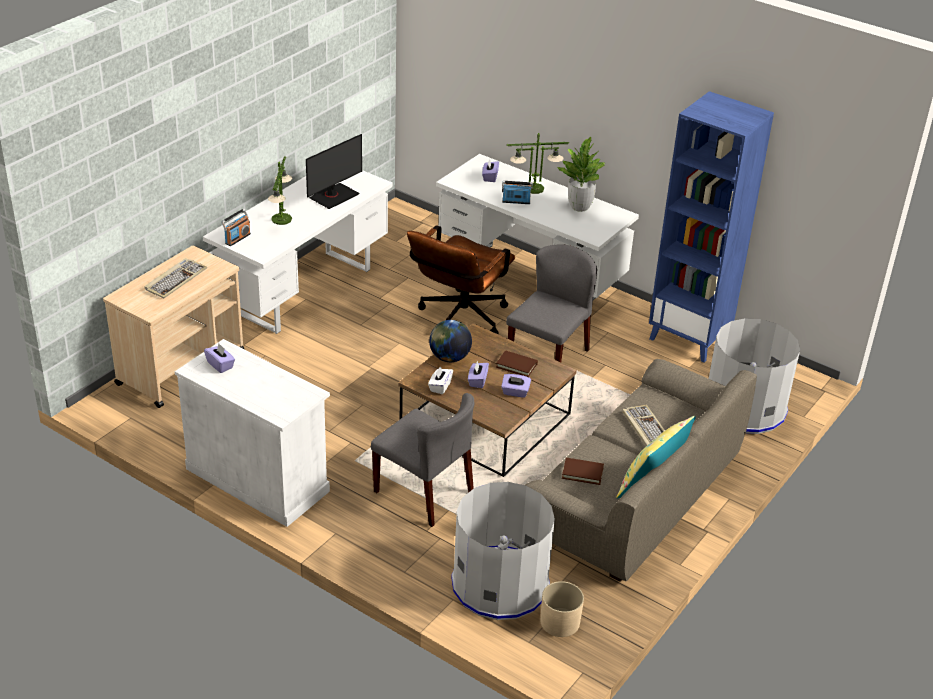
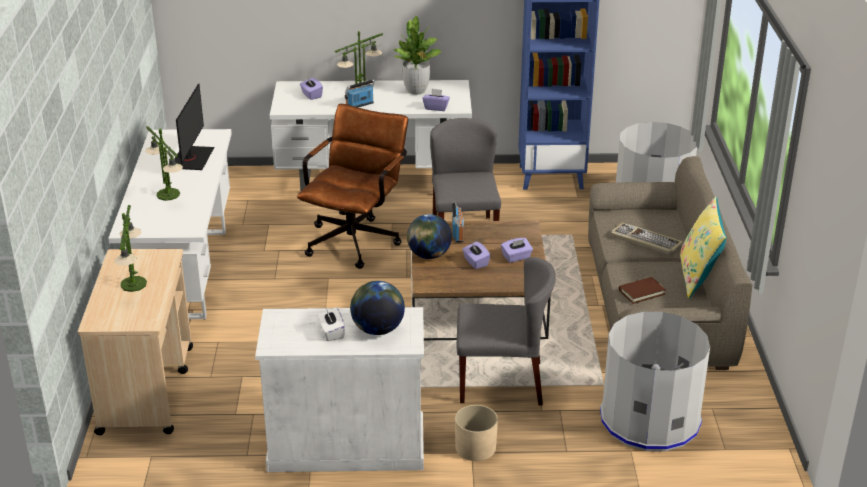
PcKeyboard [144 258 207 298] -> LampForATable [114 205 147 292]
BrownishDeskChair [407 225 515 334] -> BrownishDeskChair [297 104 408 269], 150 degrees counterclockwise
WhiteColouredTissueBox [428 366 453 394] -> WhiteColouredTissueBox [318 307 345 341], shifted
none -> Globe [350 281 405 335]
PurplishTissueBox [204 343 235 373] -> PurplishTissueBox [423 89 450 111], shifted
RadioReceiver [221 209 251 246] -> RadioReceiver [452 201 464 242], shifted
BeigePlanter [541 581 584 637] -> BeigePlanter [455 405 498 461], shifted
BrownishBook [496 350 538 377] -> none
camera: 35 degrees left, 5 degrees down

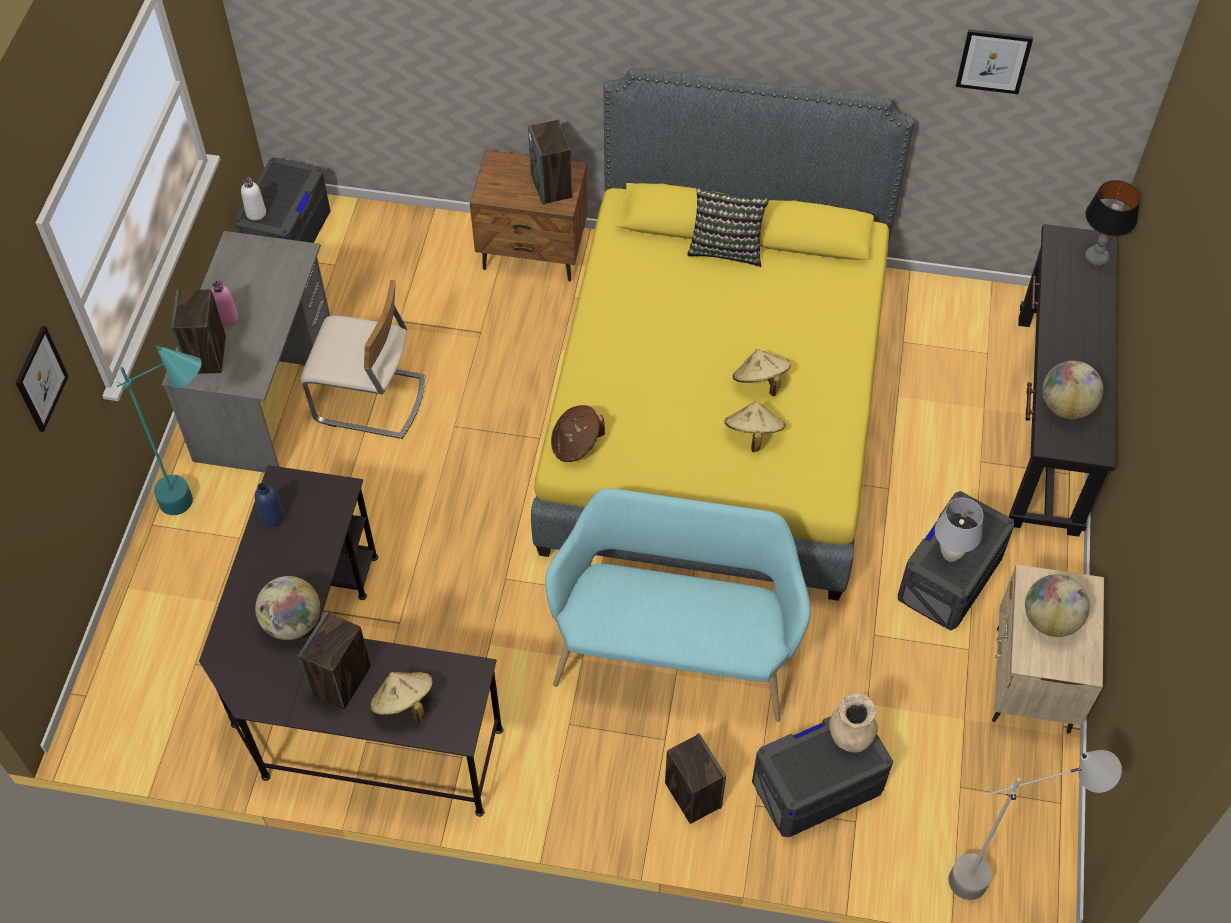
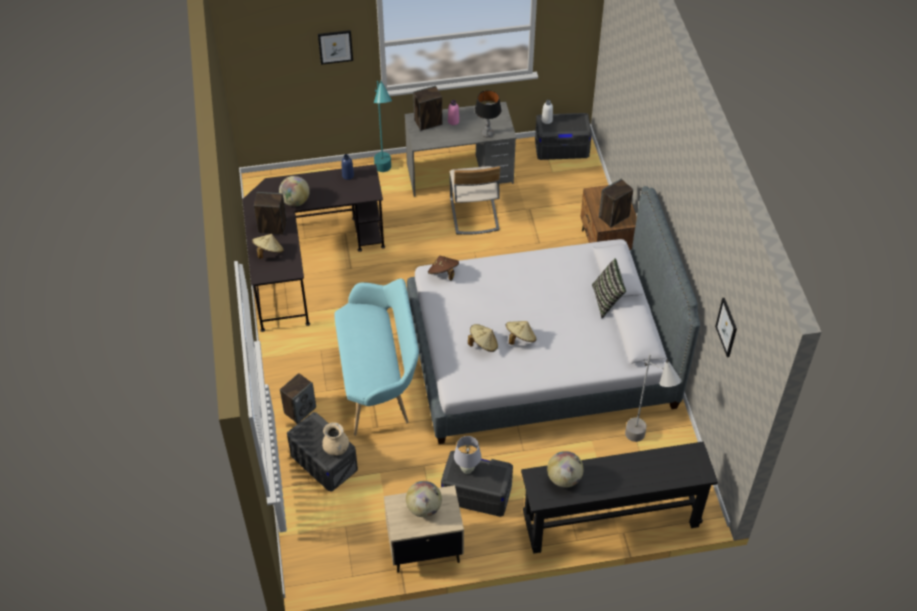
YellowColouredSleepingBed [531 67 914 601] -> GraySleepingBed [407 186 700 444]
LampForATable [1085 180 1140 266] -> LampForATable [475 90 501 137], shifted
GrayStandardLamp [948 750 1122 900] -> GrayStandardLamp [625 354 682 442], shifted
camera: 70 degrees right, 5 degrees down

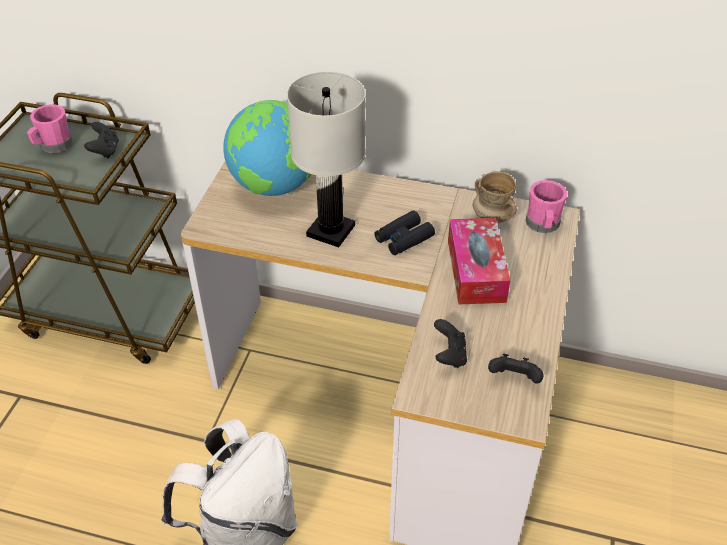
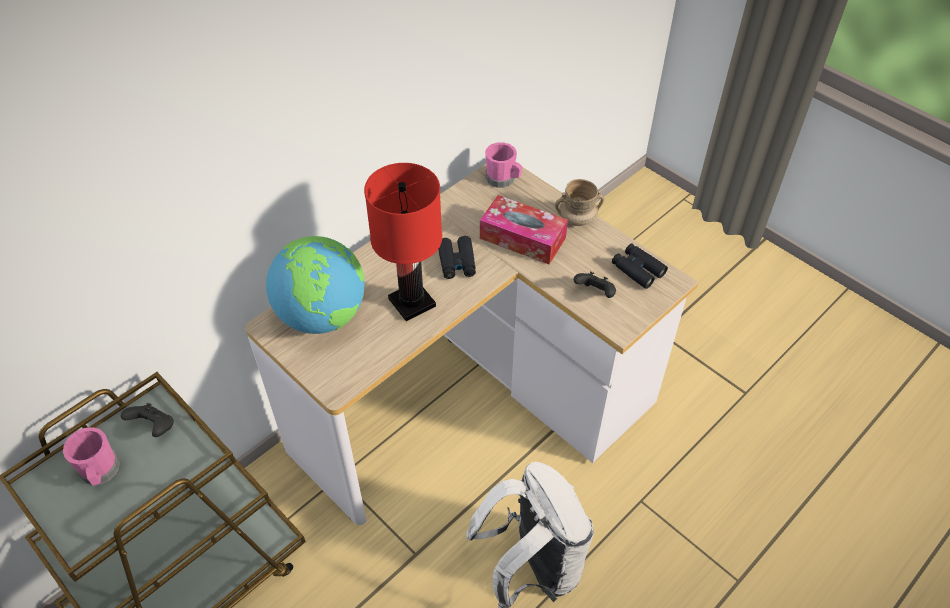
WhiteColouredLampForATable [287 72 366 247] -> RedLampForATable [364 163 442 321]
BeigeTeaMug [473 171 517 223] -> BeigeTeaMug [555 179 605 226], shifted
BlackColouredGameController [488 354 544 383] -> BlackColouredPairOfBinoculars [612 243 668 289]
camera: 60 degrees left, 5 degrees up

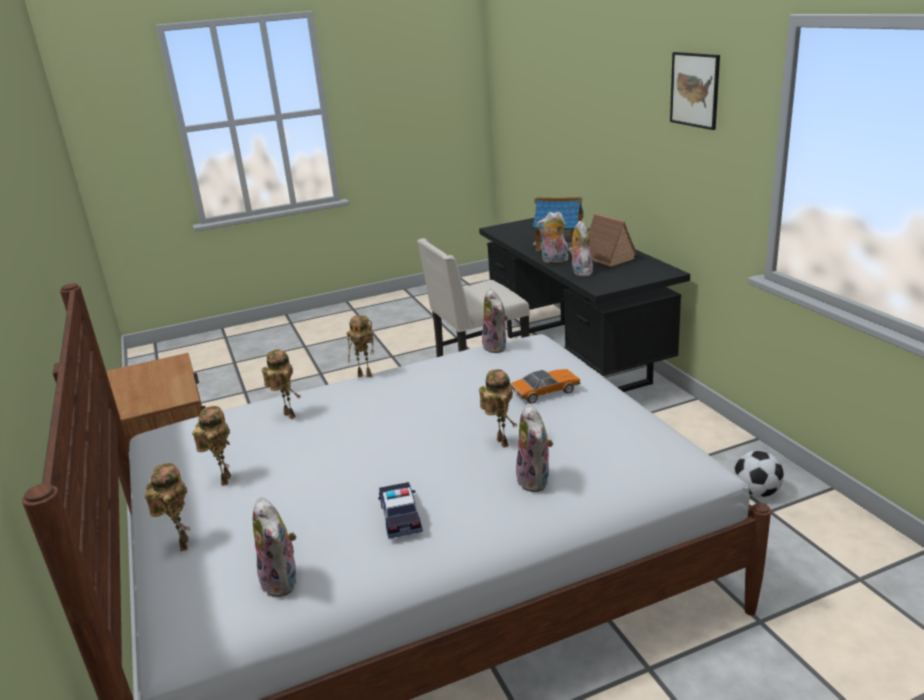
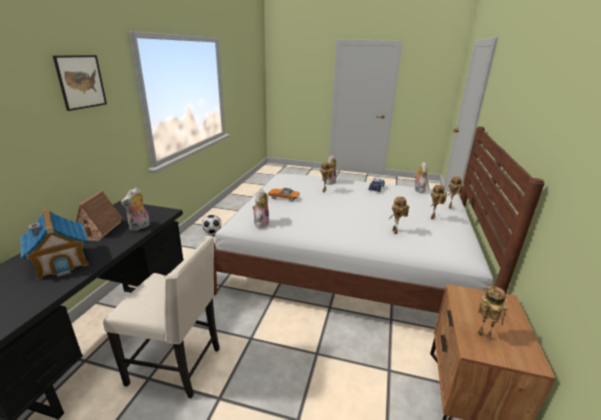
RobotFigure [347 315 374 377] -> RobotFigure [477 286 507 341], shifted
PlushToy [537 211 568 263] -> none
camera: 145 degrees left, 0 degrees up

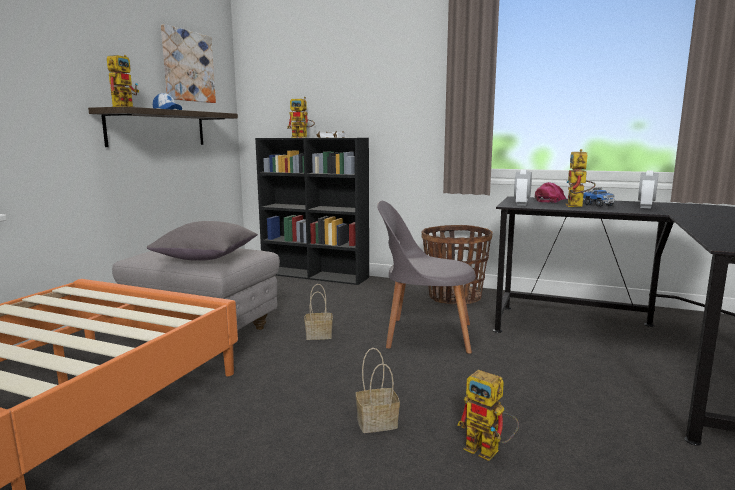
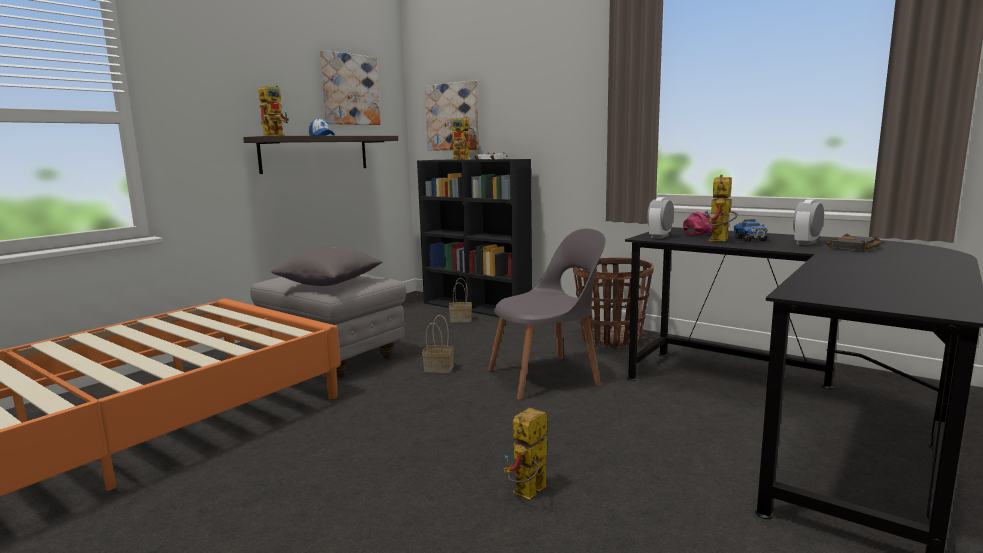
none -> WallArt [425 80 479 151]
Basket [356 348 400 433] -> Basket [449 278 472 322], shifted
GrayChair [377 201 476 354] -> GrayChair [488 228 606 400], 135 degrees clockwise
RobotFigure [458 370 519 461] -> RobotFigure [504 408 547 499], 75 degrees clockwise
none -> BlackColouredBook [826 234 883 252]
camera: 15 degrees right, 0 degrees up

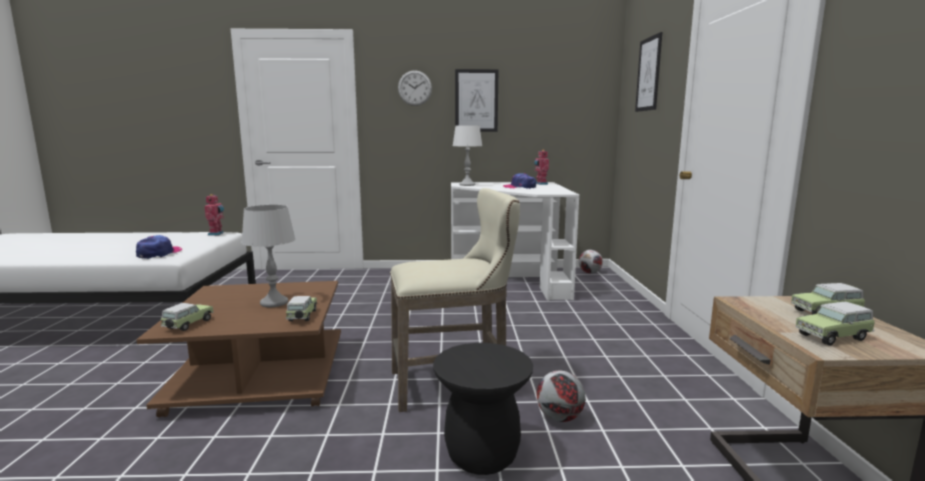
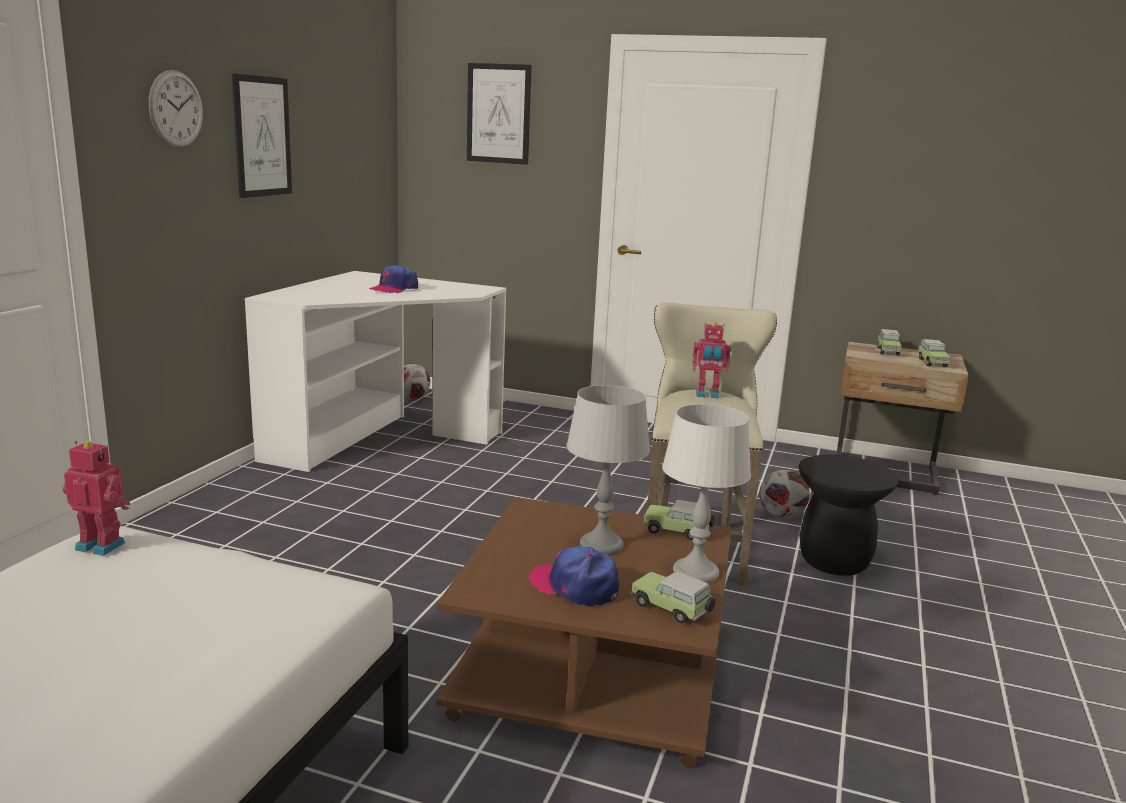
PeakedCap [136 235 182 259] -> PeakedCap [529 546 619 607], shifted
WhiteColouredLampForATable [453 125 482 186] -> WhiteColouredLampForATable [662 404 751 583], shifted
RobotFigure [534 150 549 185] -> RobotFigure [692 322 731 399], shifted
camera: 70 degrees left, 5 degrees up

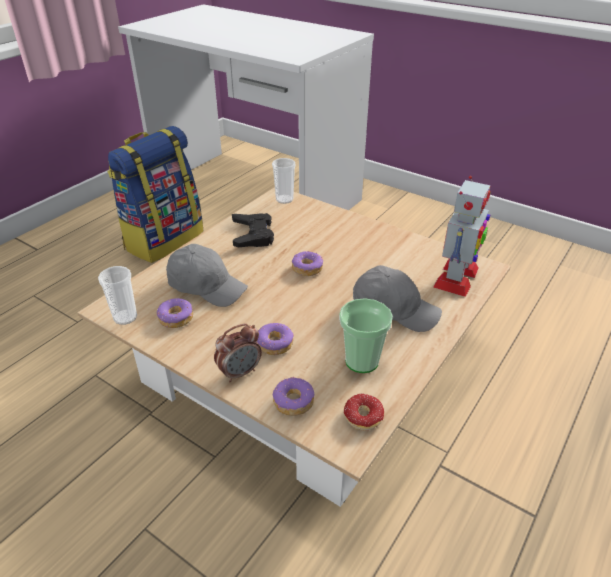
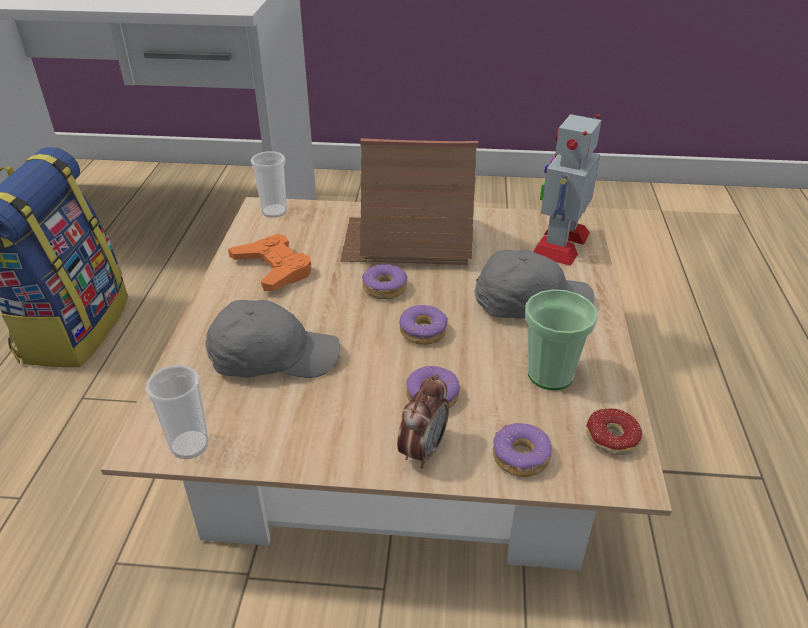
BlackColouredGameController [232 213 274 247] -> OrangeyGameController [228 234 311 291]
none -> ToyHouse [341 138 478 266]
Doughnut [157 298 193 328] -> Doughnut [399 305 448 345], shifted
RobotFigure [433 176 491 297] -> RobotFigure [533 114 602 266], 150 degrees counterclockwise
camera: 30 degrees left, 0 degrees up

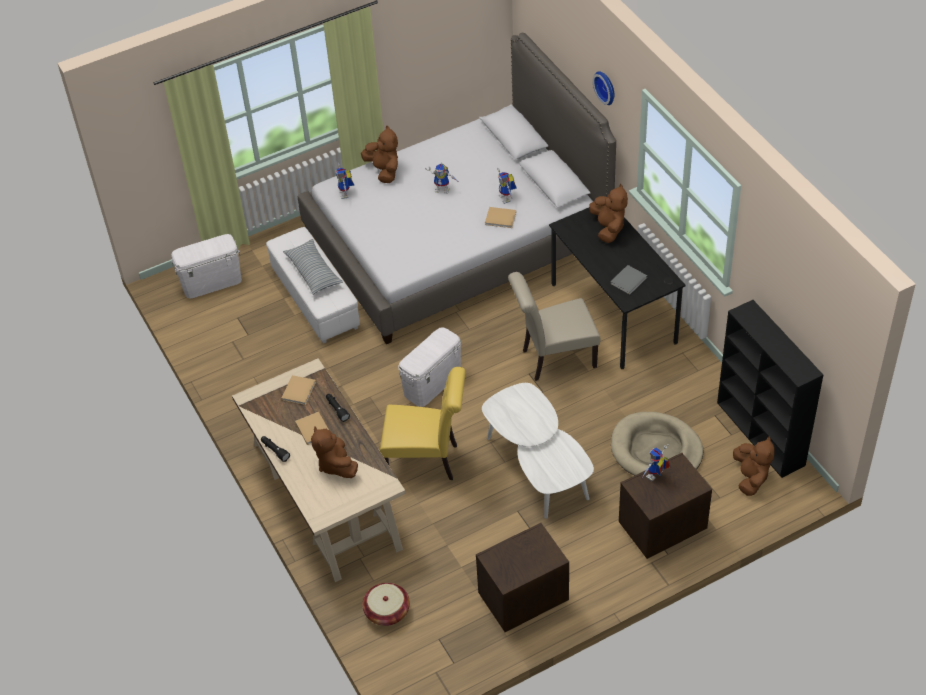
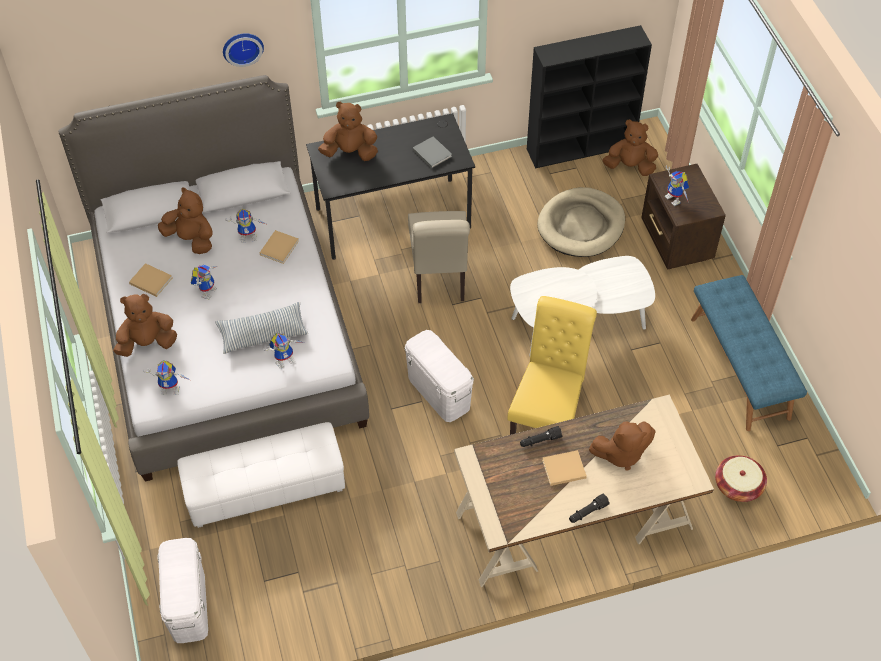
BeigeBook [282 375 316 405] -> BeigeBook [129 263 172 297], shifted
none -> BrownishPlushToy [158 187 213 254]
ThrowPillow [283 239 343 295] -> ThrowPillow [216 302 308 354], shifted
none -> RobotFigure [263 333 304 369]
BrownishBedsideTable [476 523 569 632] -> BlueColouredBench [691 275 807 431]
camera: 80 degrees left, 5 degrees up

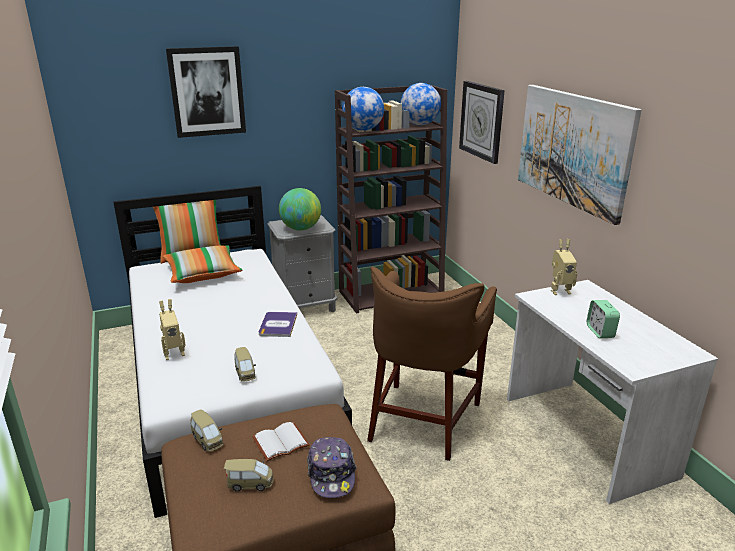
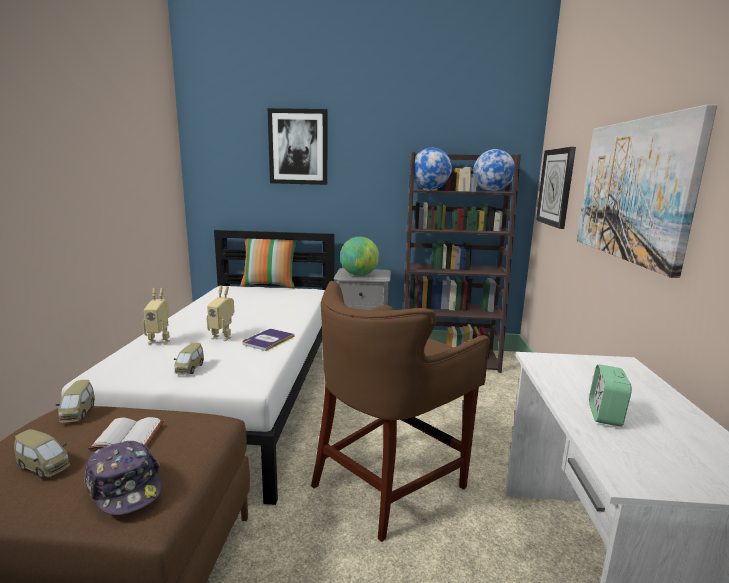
PeakedCap [307 437 357 498] -> PeakedCap [84 441 162 515], 60 degrees counterclockwise
RobotFigure [551 239 577 295] -> RobotFigure [206 285 234 341], shifted
ThrowPillow [163 245 243 283] -> none
camera: 25 degrees right, 10 degrees down

